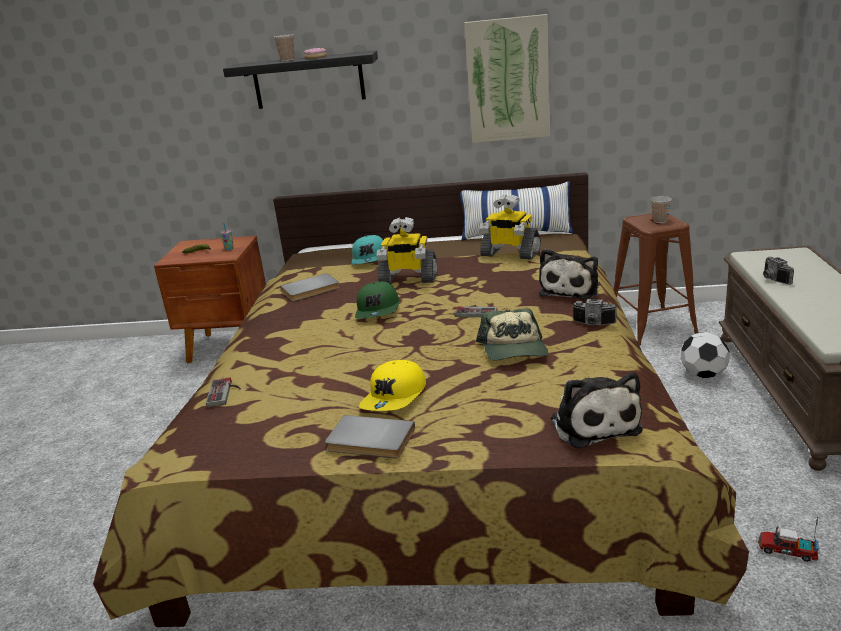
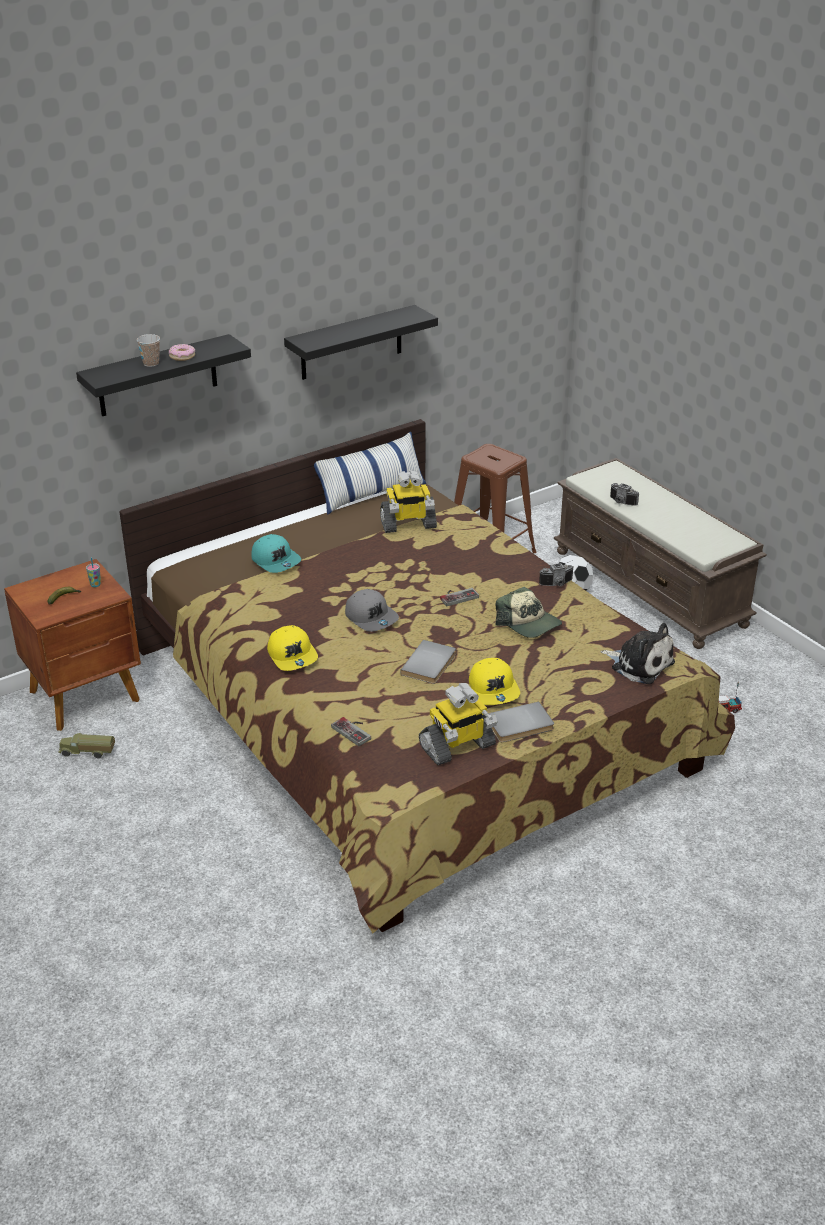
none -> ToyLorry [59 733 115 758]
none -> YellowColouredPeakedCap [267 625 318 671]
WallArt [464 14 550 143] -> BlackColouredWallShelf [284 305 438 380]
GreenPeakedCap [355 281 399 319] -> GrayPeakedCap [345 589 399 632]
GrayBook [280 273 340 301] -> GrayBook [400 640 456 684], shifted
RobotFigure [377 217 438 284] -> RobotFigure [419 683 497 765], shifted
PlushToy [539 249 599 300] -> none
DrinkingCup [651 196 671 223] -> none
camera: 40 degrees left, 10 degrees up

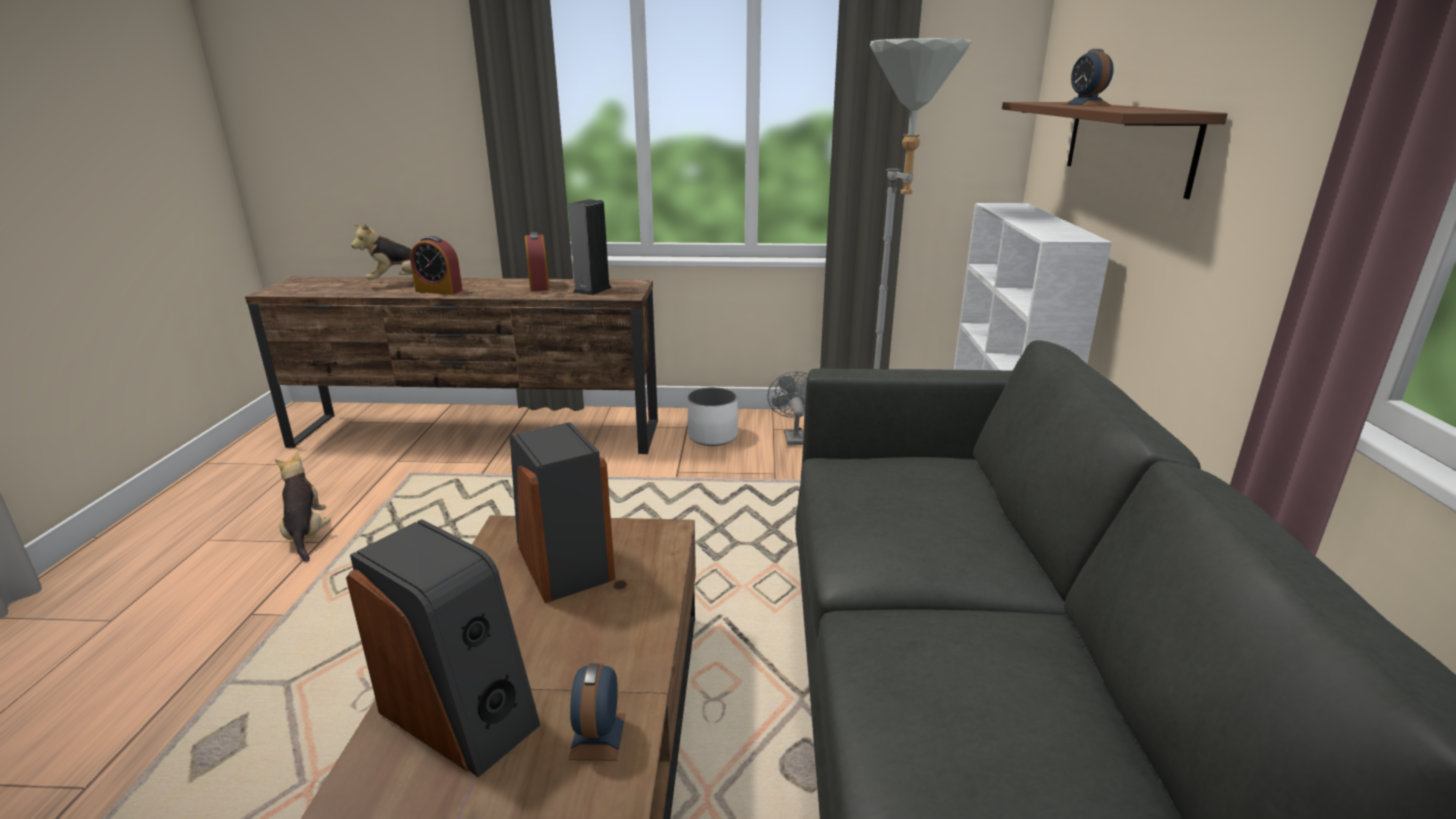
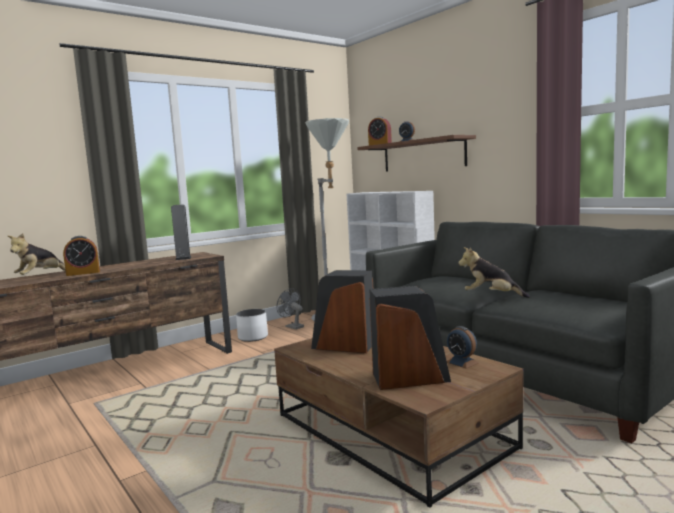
BedsideClock [525 232 549 291] -> BedsideClock [368 117 392 146], shifted
PlushToy [275 452 331 562] -> PlushToy [458 247 530 298], shifted
camera: 40 degrees left, 15 degrees down

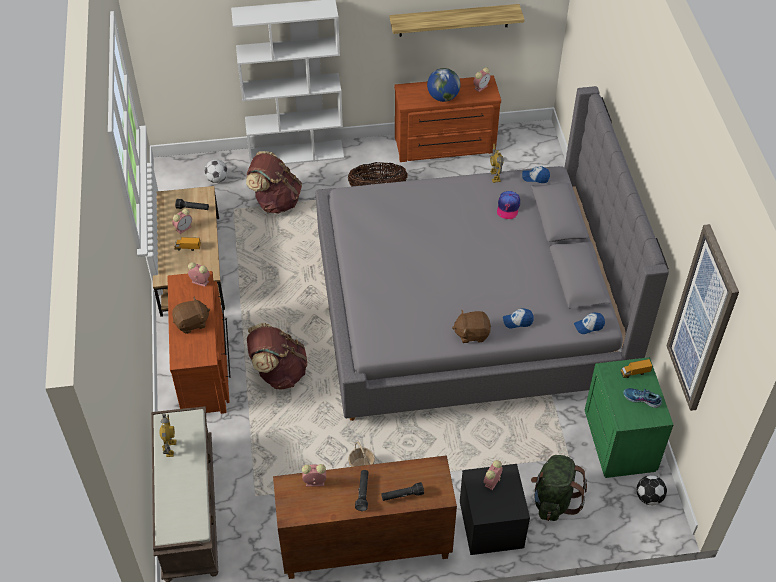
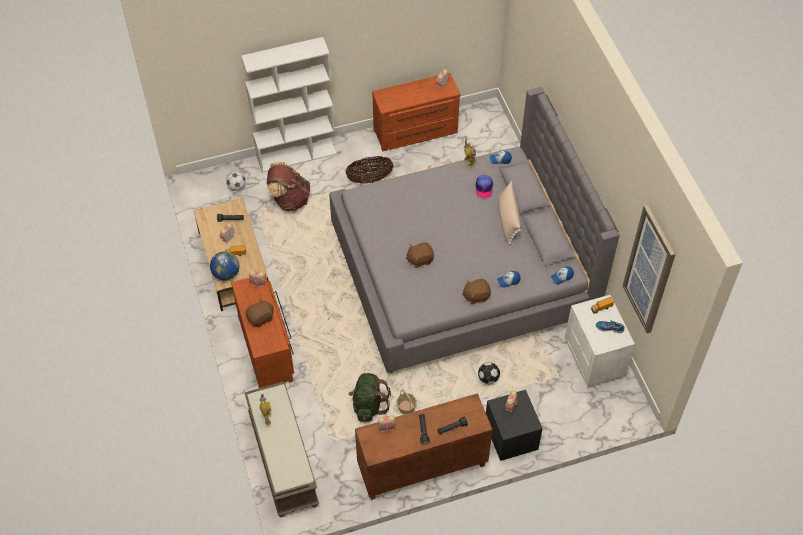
Globe [427 68 460 102] -> Globe [210 251 239 280], shifted
GreenKnapsack [531 455 587 521] -> GreenKnapsack [349 373 391 422], shifted
none -> BrownishPlushToy [406 242 434 268]
BallForFootball [636 475 667 505] -> BallForFootball [478 362 500 384], shifted
none -> BeigeThrowPillow [498 182 521 244]
GreenBedsideTable [585 357 673 478] -> WhiteColouredBedsideTable [565 295 635 388]
BrownishKnapsack [247 323 308 389] -> none
WallShelf [390 4 525 37] -> none
camera: 10 degrees left, 5 degrees up

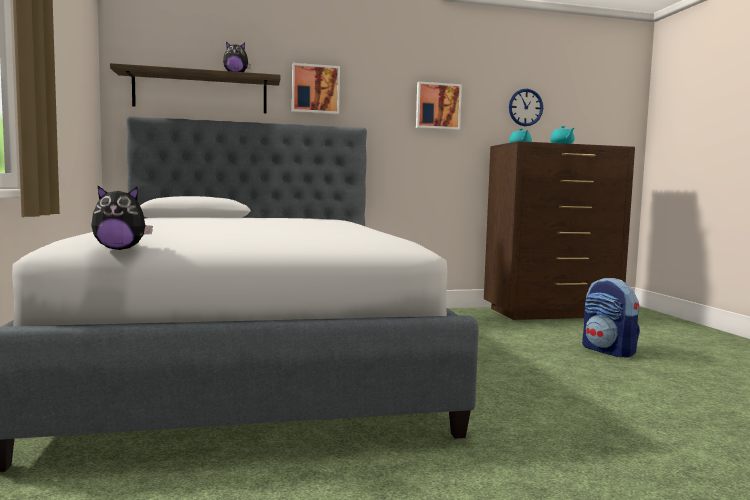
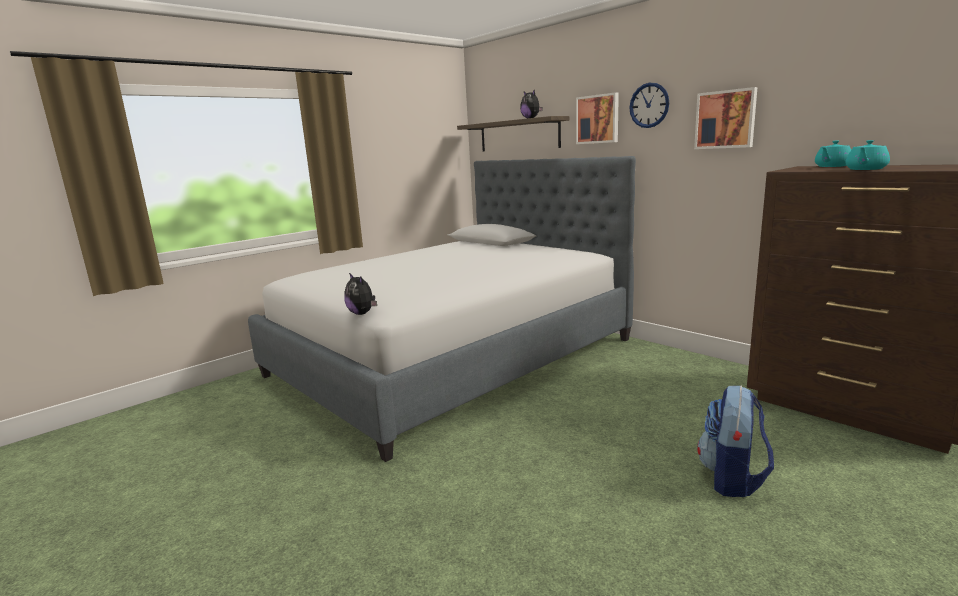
PlushToy [91 186 153 250] -> PlushToy [344 273 377 315], shifted
HangingClock [509 88 543 126] -> HangingClock [629 83 669 128], shifted
camera: 60 degrees right, 10 degrees up

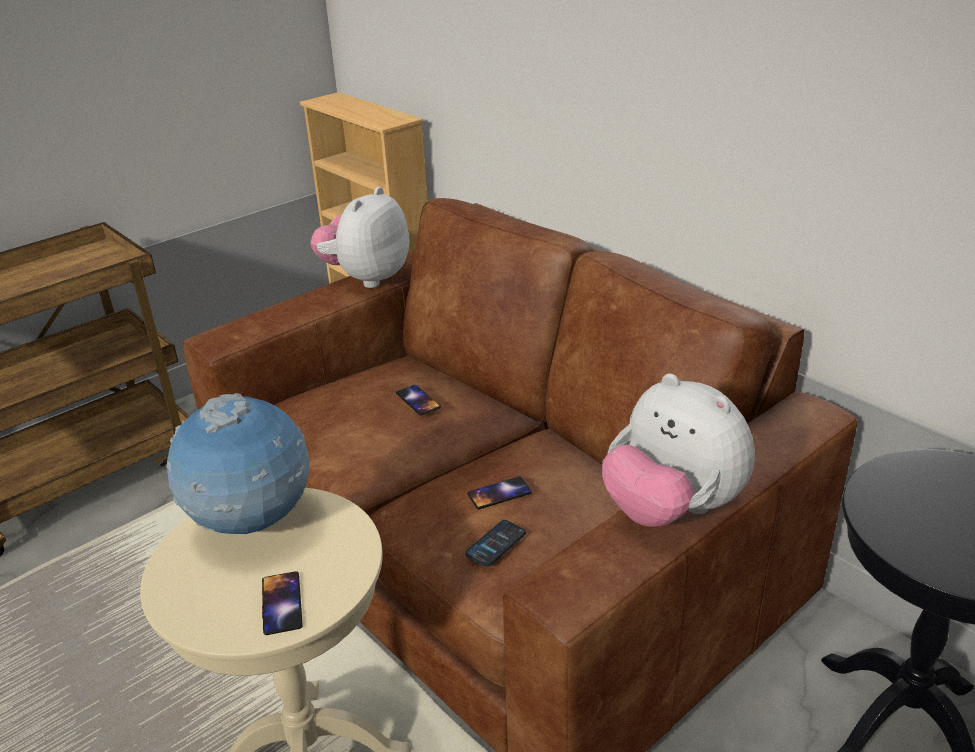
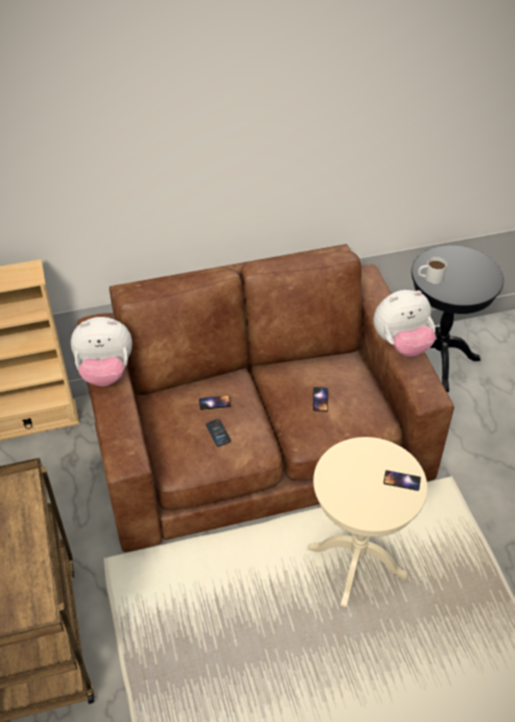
PlushToy [310 187 410 288] -> PlushToy [71 317 132 387], 60 degrees counterclockwise
Phone [465 520 526 567] -> Phone [206 419 231 447], shifted
none -> WhiteColouredTeaMug [418 257 447 284]
Globe [166 393 309 534] -> none
camera: 65 degrees left, 15 degrees up

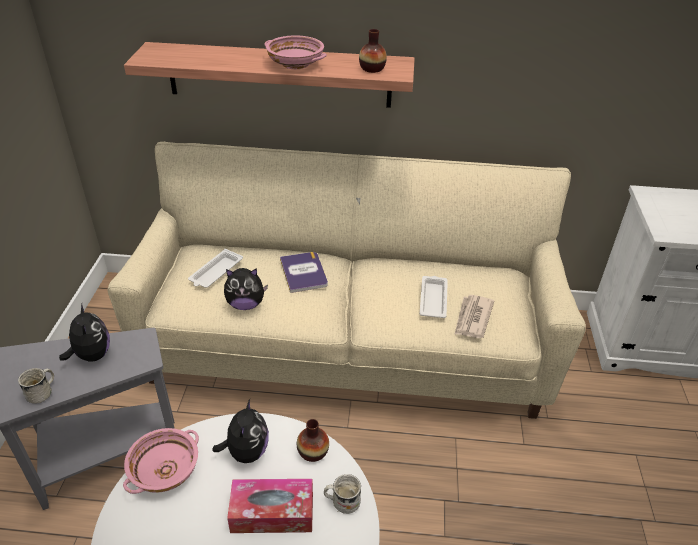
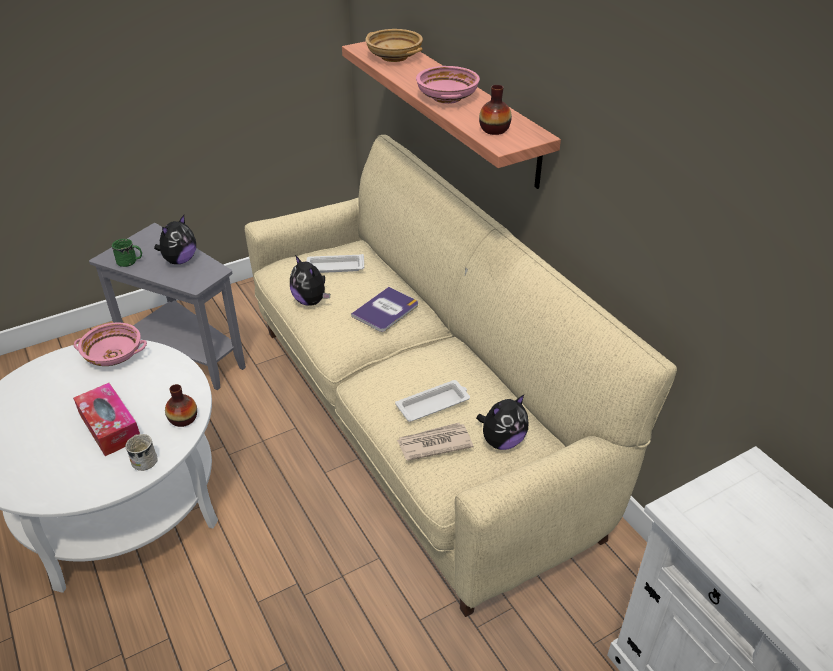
WhiteColouredTeaMug [18 368 54 404] -> GreenTeaMug [112 239 142 267]
none -> BeigeDeepDish [365 29 423 62]
PlushToy [212 399 269 463] -> PlushToy [476 395 528 450], shifted
camera: 55 degrees right, 0 degrees up

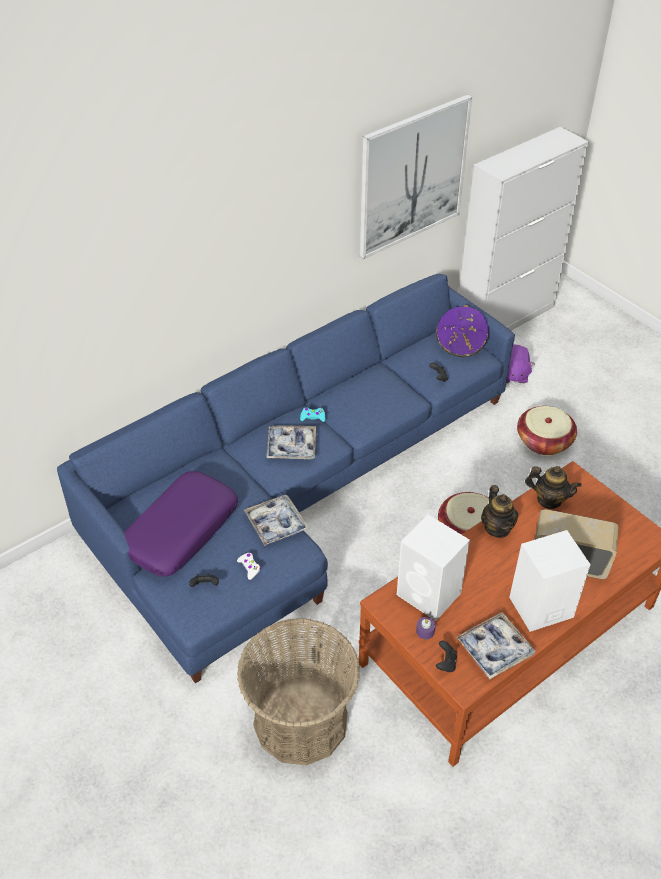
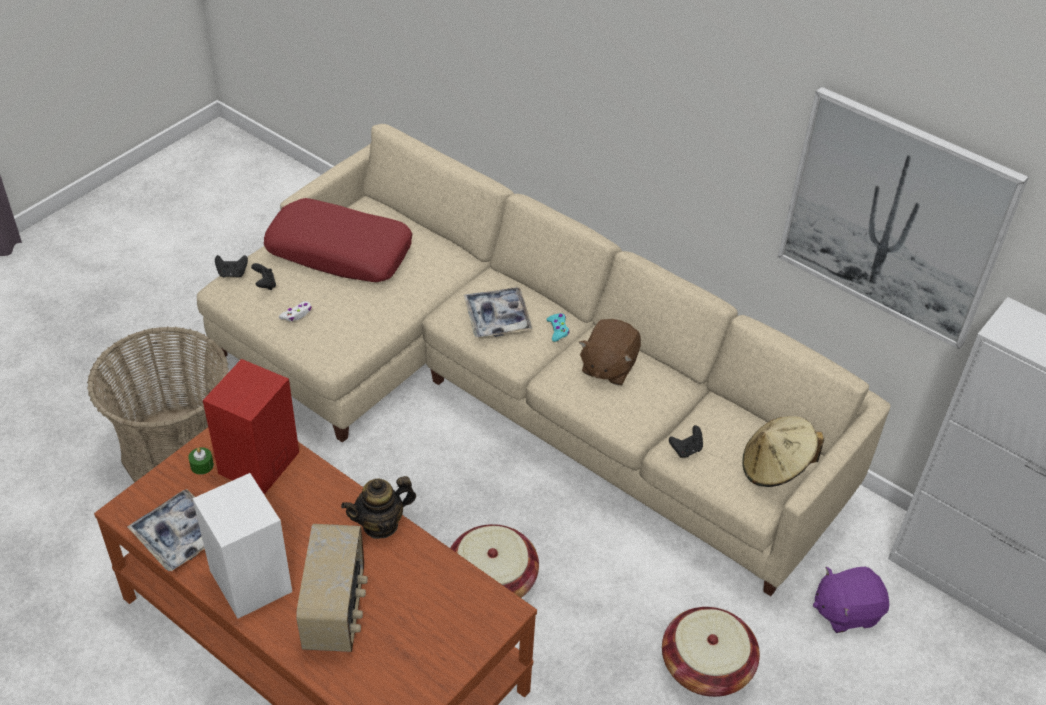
PurplishCandle [416 617 436 639] -> GreenCandle [188 447 214 475]
BlueColouredSofa [57 274 515 684] -> BeigeSofa [197 124 890 596]
WhiteColouredSpeaker [397 515 470 621] -> RedSpeaker [203 359 299 495]
BlackColouredGameController [436 641 457 672] -> BlackColouredGameController [215 255 248 277], shifted
PurplishThrowPillow [124 471 238 577] -> RedThrowPillow [264 198 412 282]
none -> BrownishPlushToy [579 319 641 385]
PurplishHat [436 305 489 357] -> BeigeHat [742 416 824 487]
CarryingTray [244 495 309 546] -> none
Teapot [525 466 582 509] -> none
camera: 75 degrees right, 0 degrees up

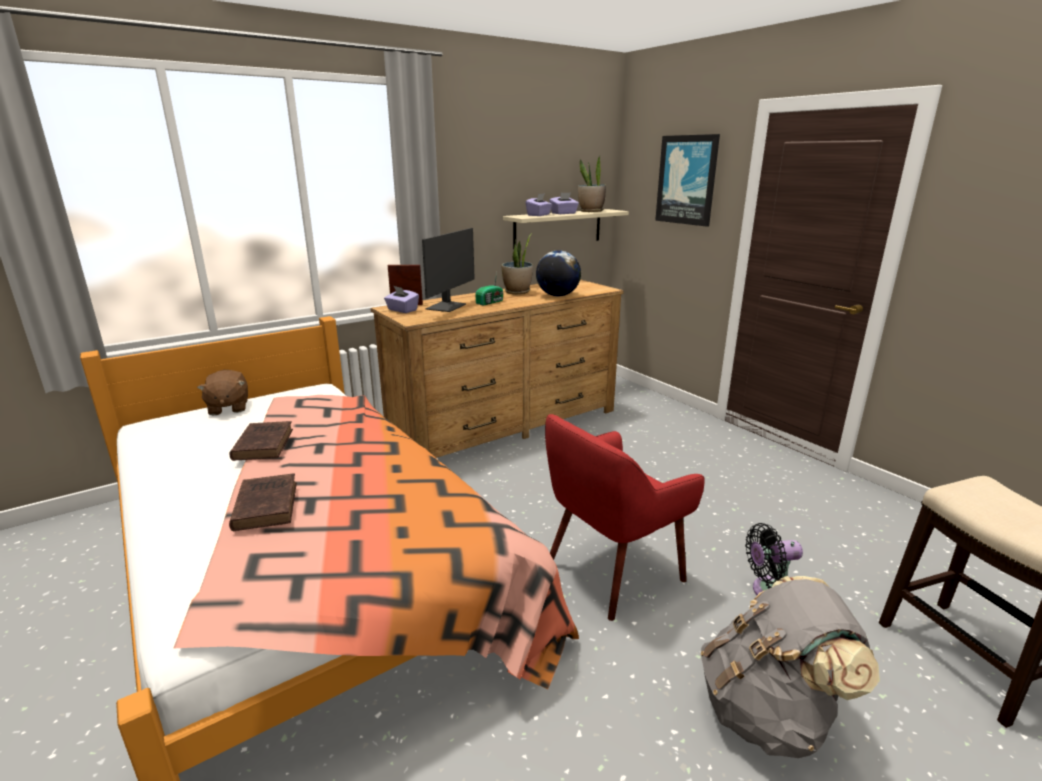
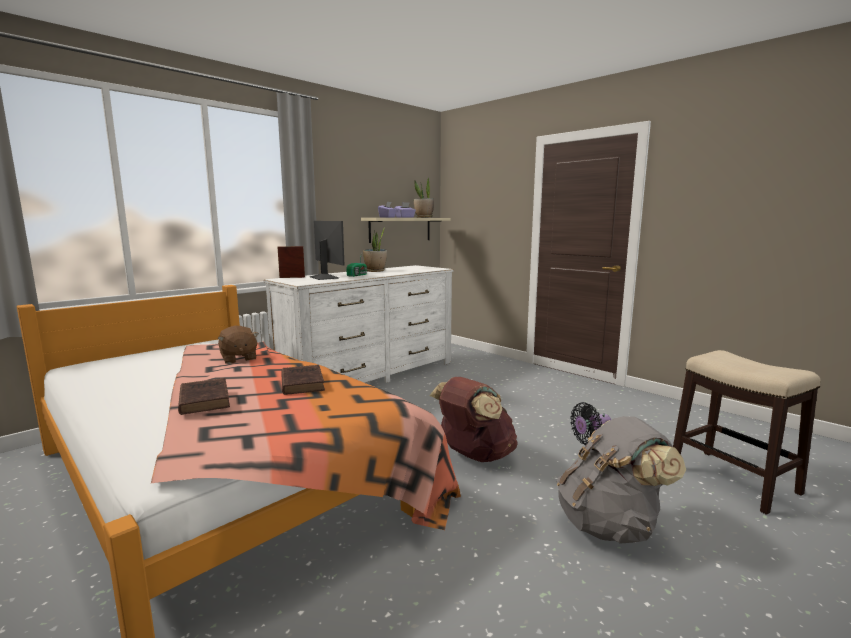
BrownishPlushToy [197 370 248 415] -> BrownishPlushToy [218 326 259 364], shifted
BrownishDrawerChest [370 279 624 458] -> WhiteColouredDrawerChest [263 265 454 383]
BrownishBook [229 421 293 461] -> BrownishBook [281 365 325 395], shifted
ComputerScreen [422 228 475 312] -> ComputerScreen [310 221 344 280], 45 degrees counterclockwise
RedArmchair [545 414 705 621] -> BrownishKnapsack [429 377 518 462]
PurplishTissueBox [384 286 419 313] -> none
Globe [536 250 581 296] -> none
WallArt [655 134 720 227] -> none
camera: 10 degrees left, 10 degrees down

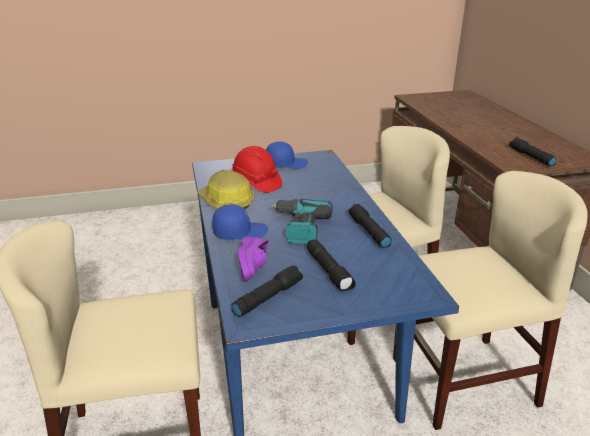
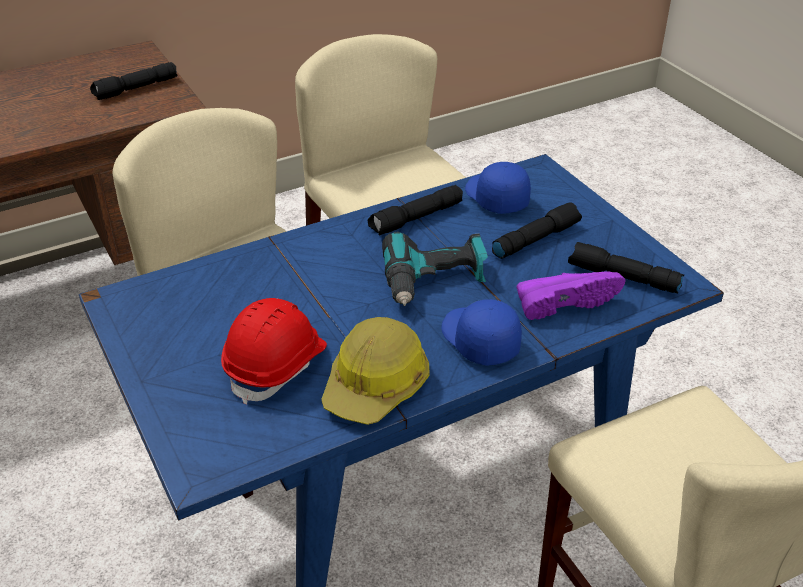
BlueColouredPeakedCap [266 141 308 169] -> BlueColouredPeakedCap [465 162 531 214], shifted
camera: 105 degrees left, 10 degrees up

